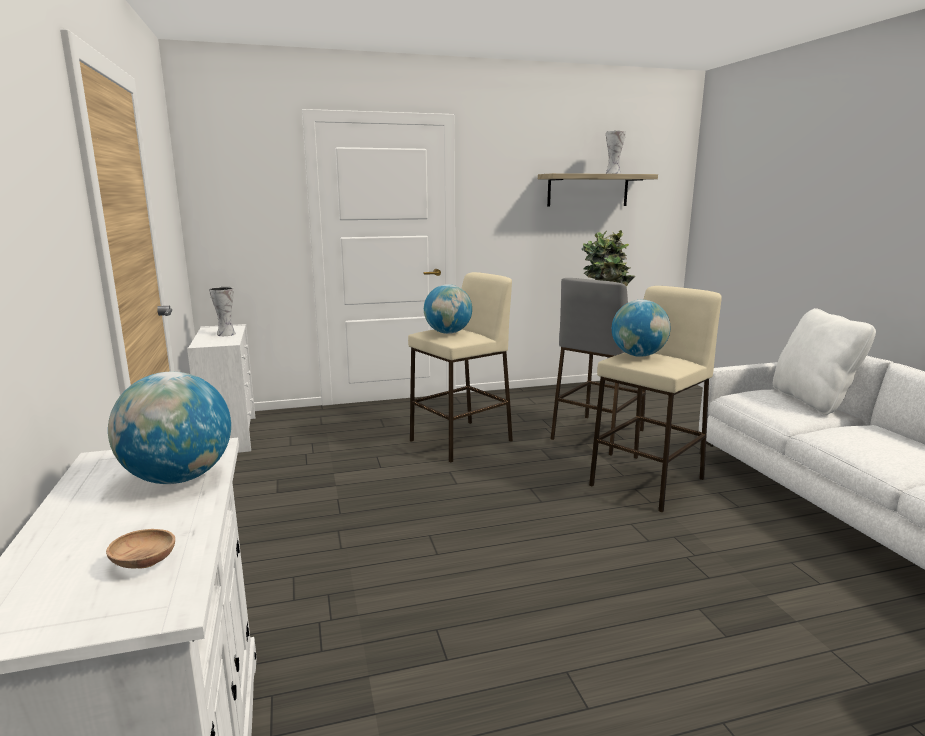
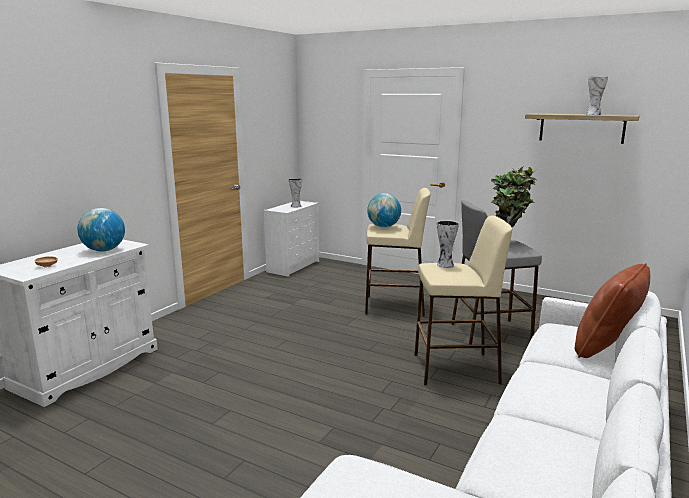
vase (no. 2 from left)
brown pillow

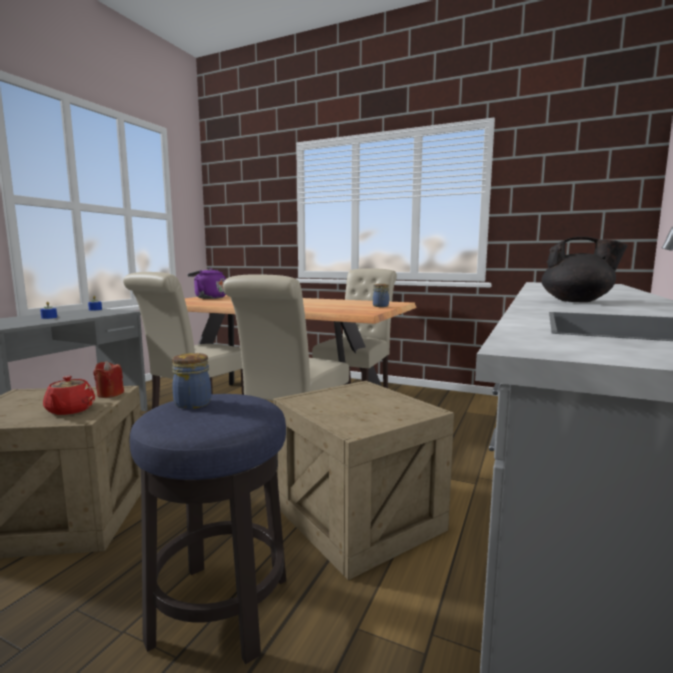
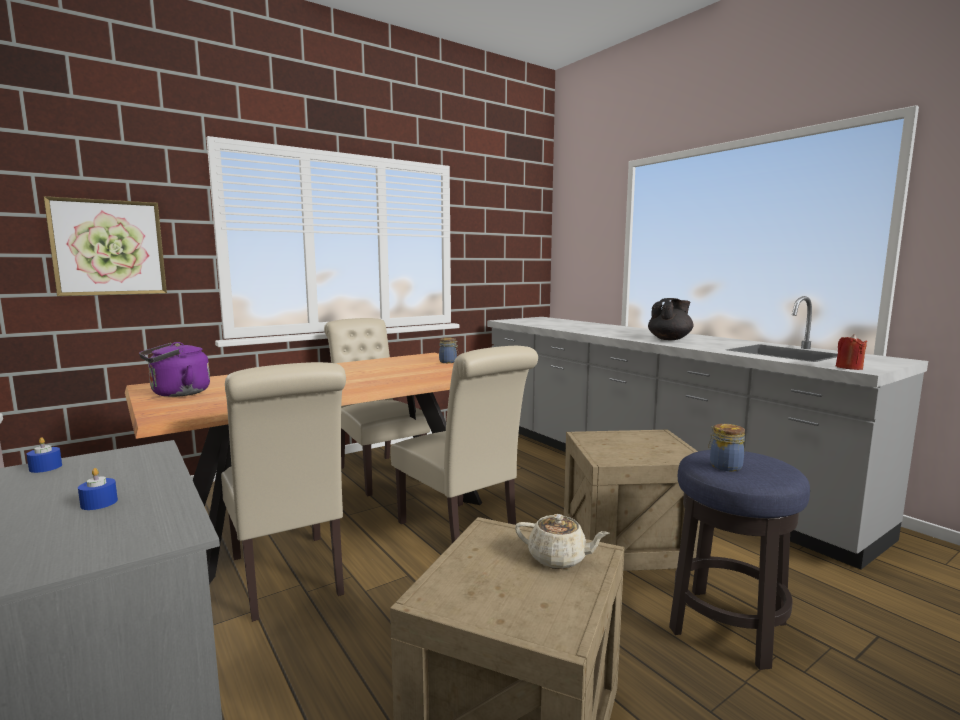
picture
beige teapot
red candle

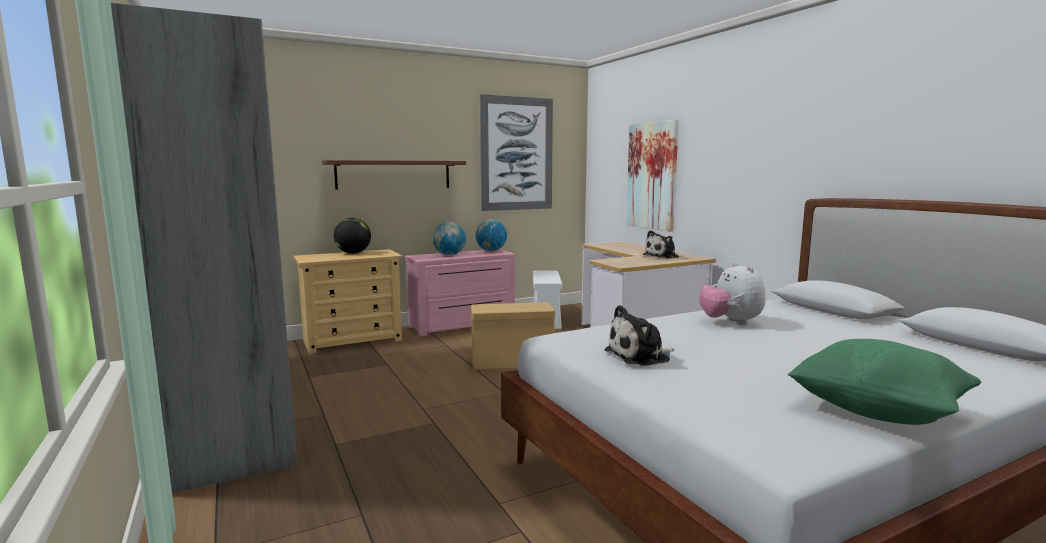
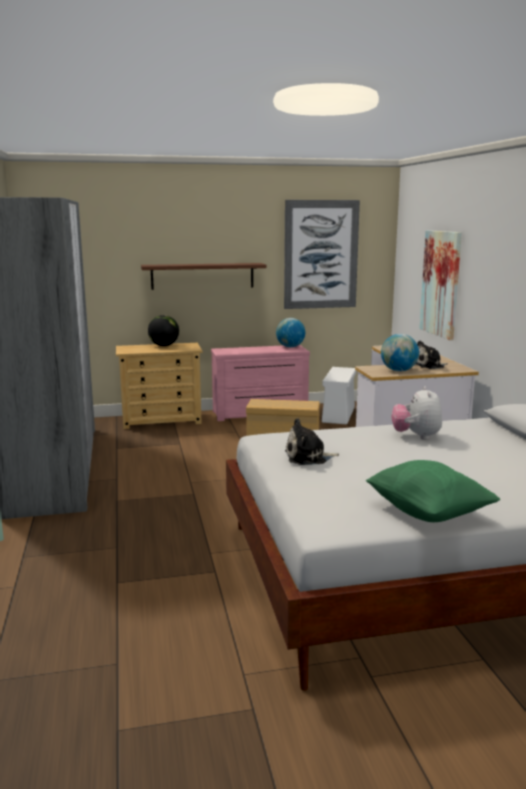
globe (no. 3 from left)

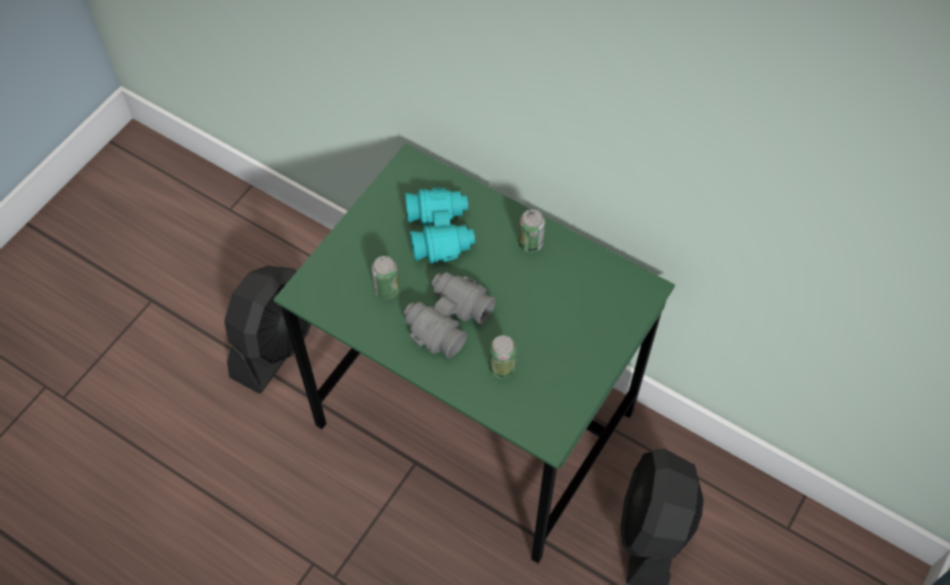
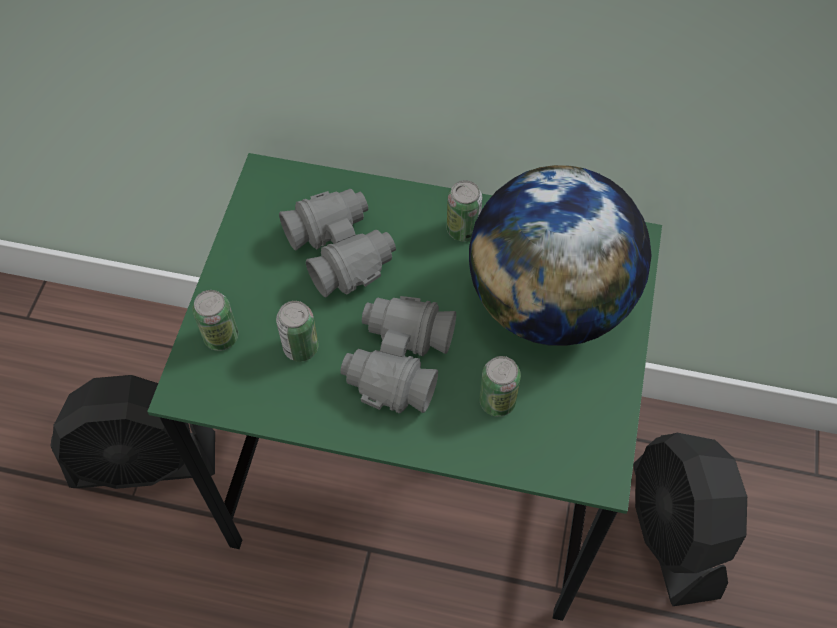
black fan (no. 1 from left)
can (no. 1 from left)
grey binoculars (no. 1 from left)
globe

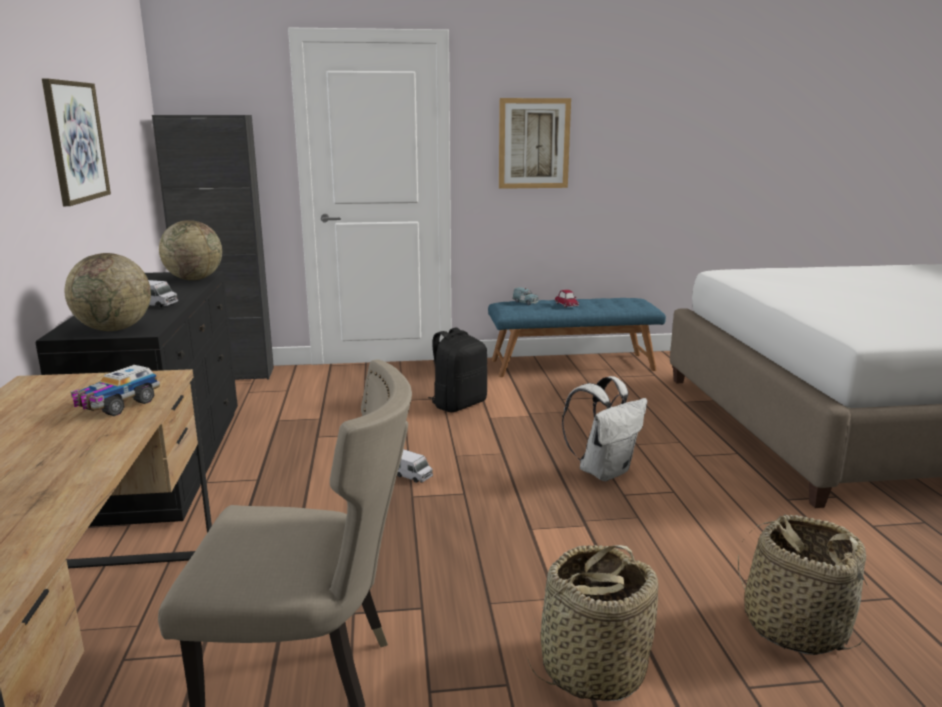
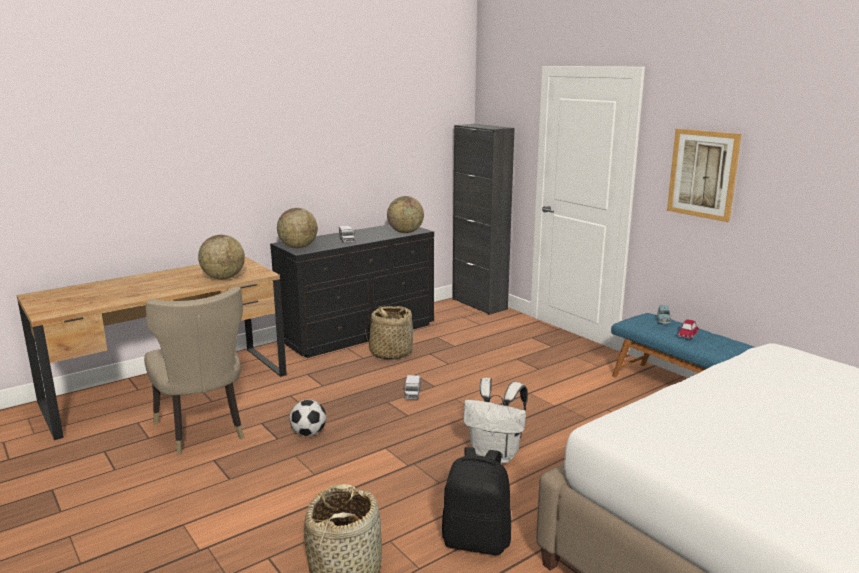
globe (no. 1 from left)
football
basket (no. 2 from left)
black backpack
picture (no. 1 from left in the first image)

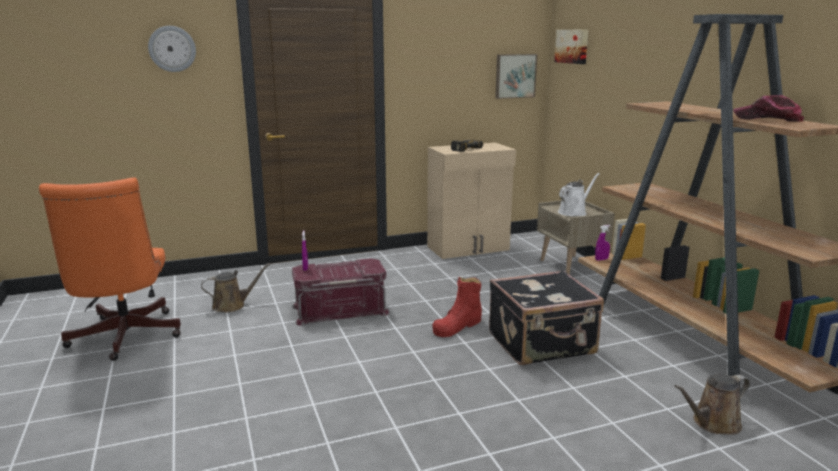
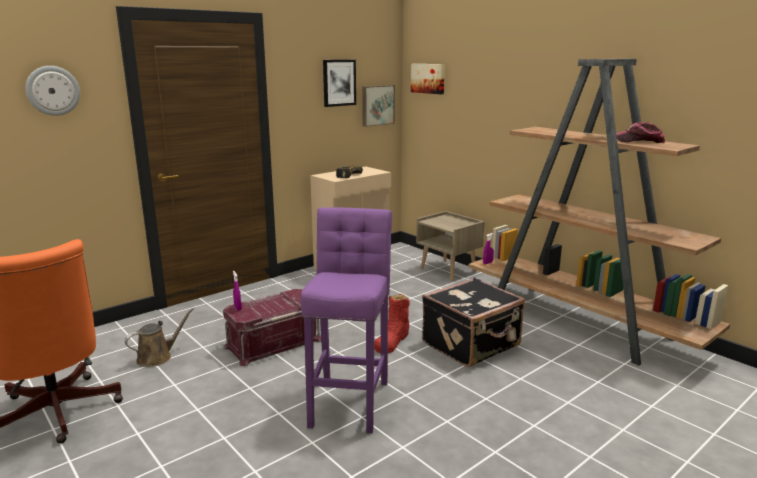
purple stool
picture (no. 1 from left)
white watering can
brown watering can (no. 2 from left in the first image)

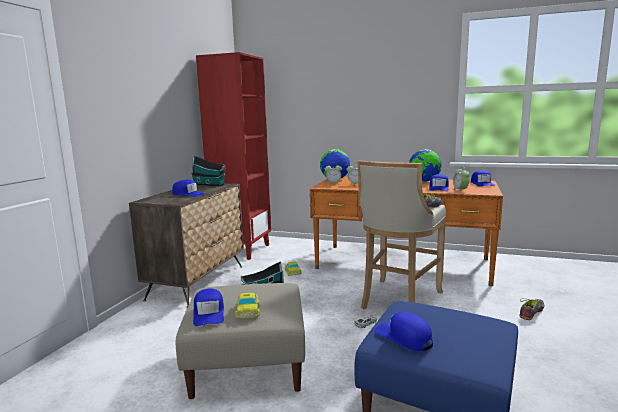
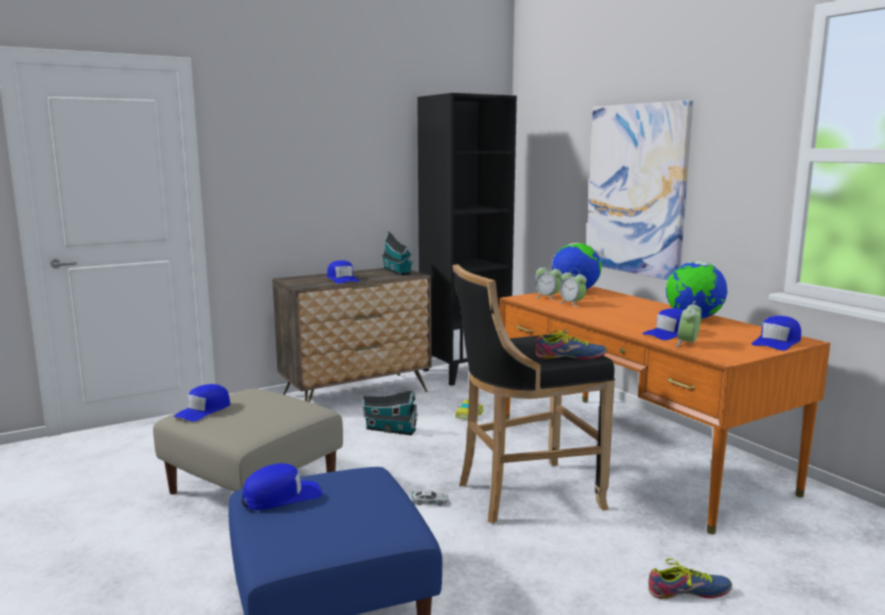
blue cap (no. 2 from left)
black bookcase
black stool
picture
toy car (no. 1 from left in the first image)

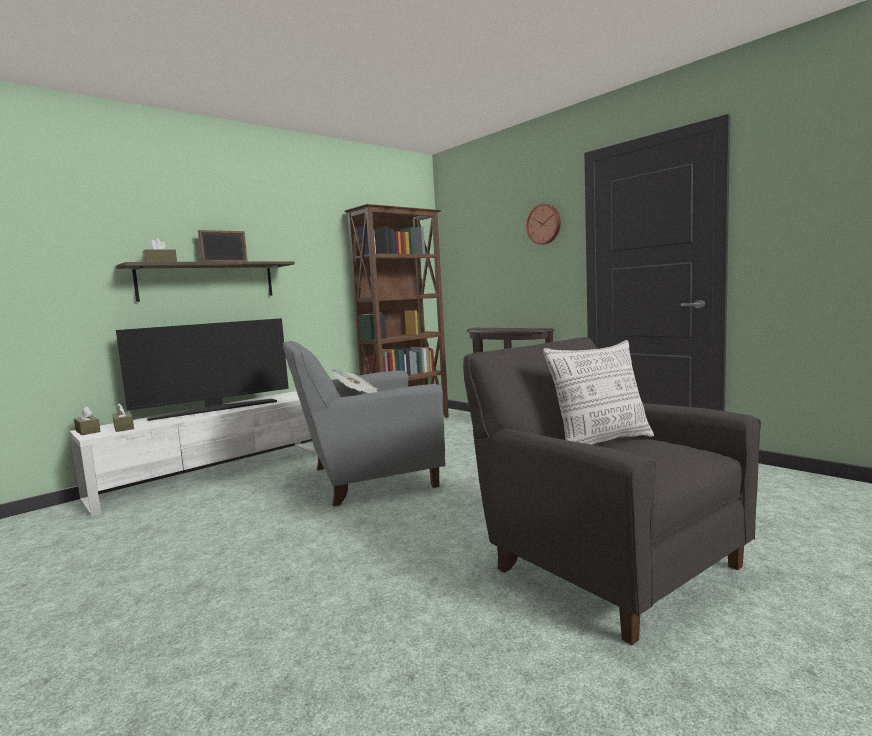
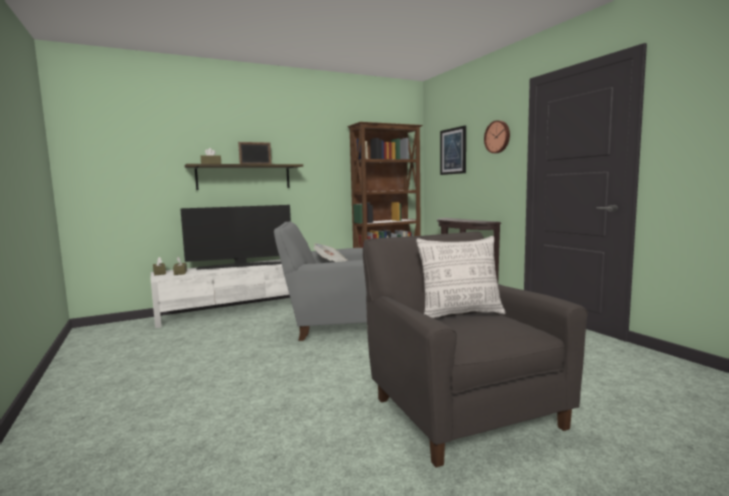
picture

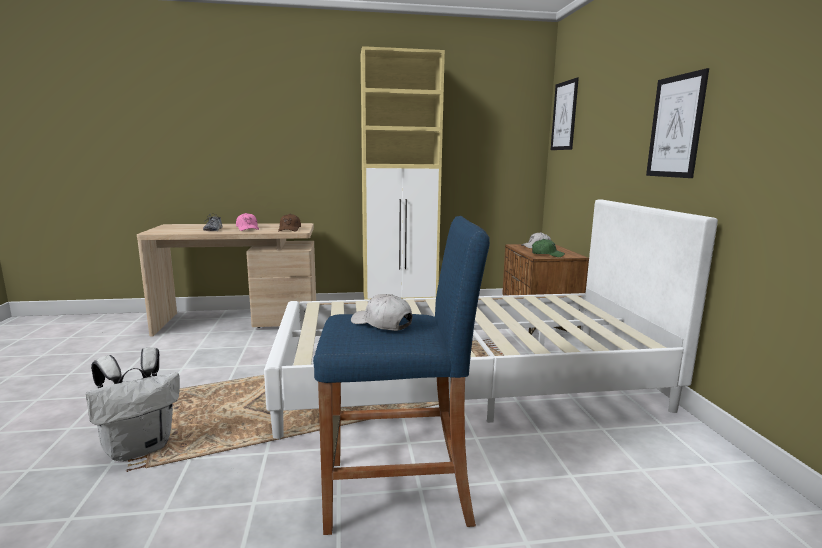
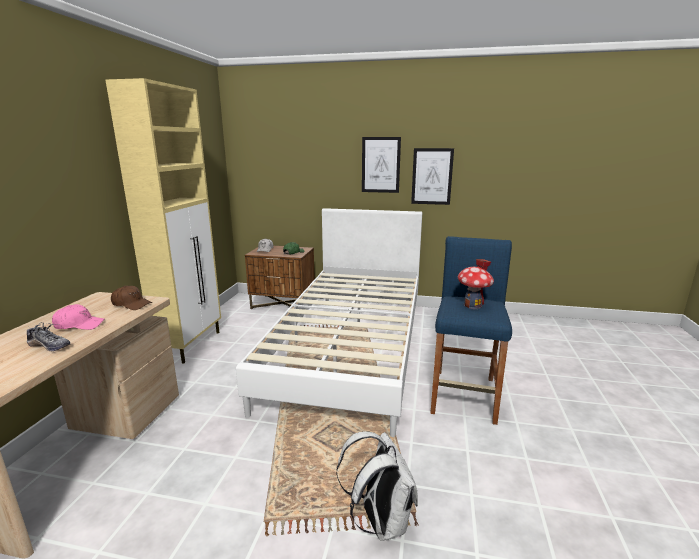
picture (no. 2 from left)
toy house

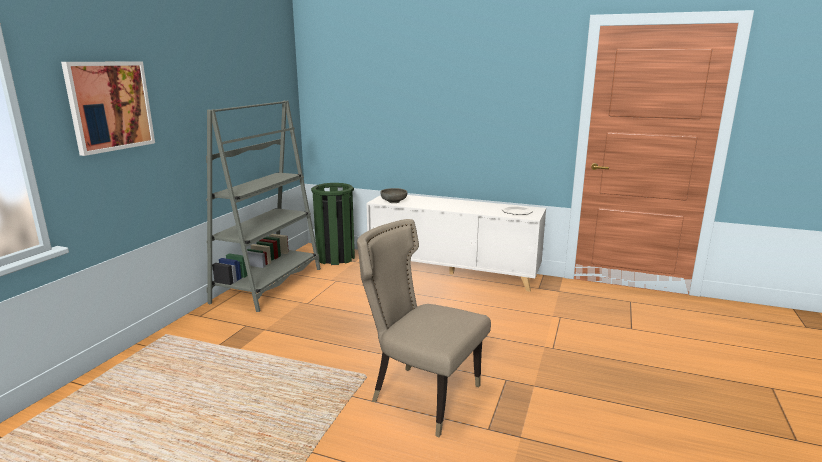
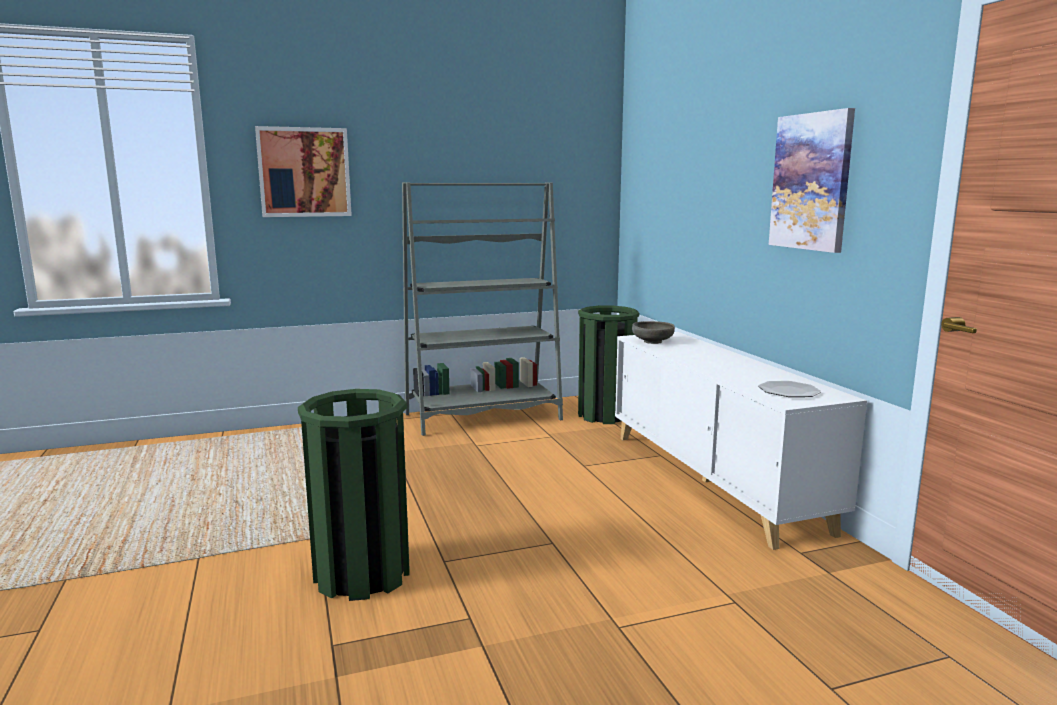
green trash can (no. 1 from left)
picture (no. 2 from left)

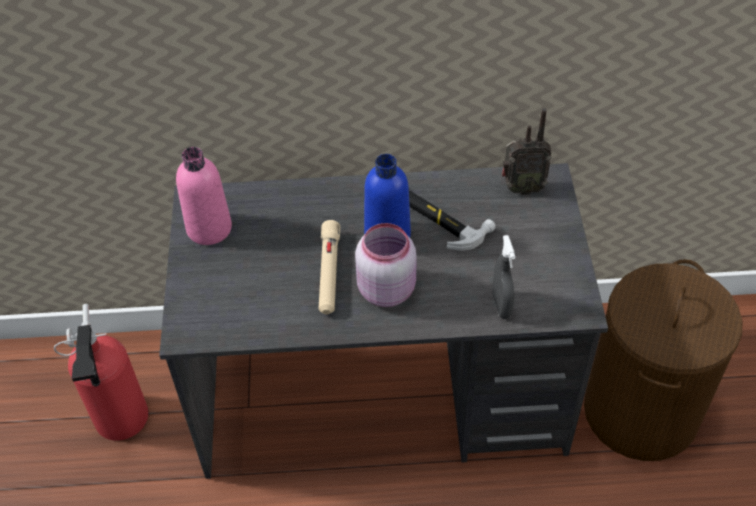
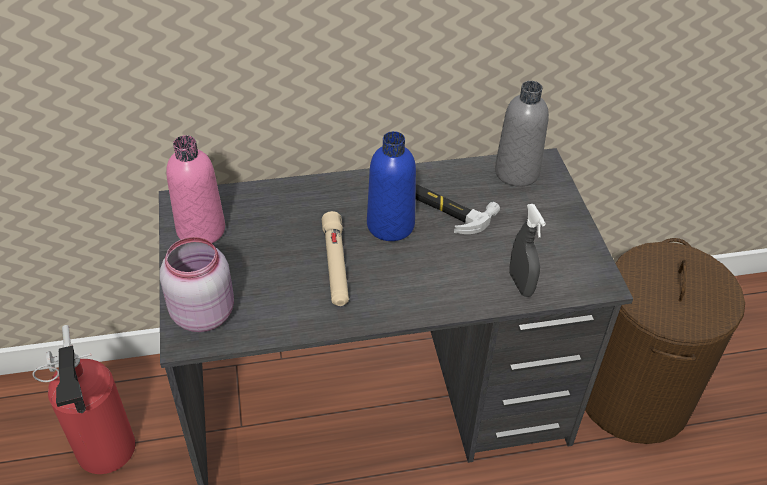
pink jar
grey bottle

